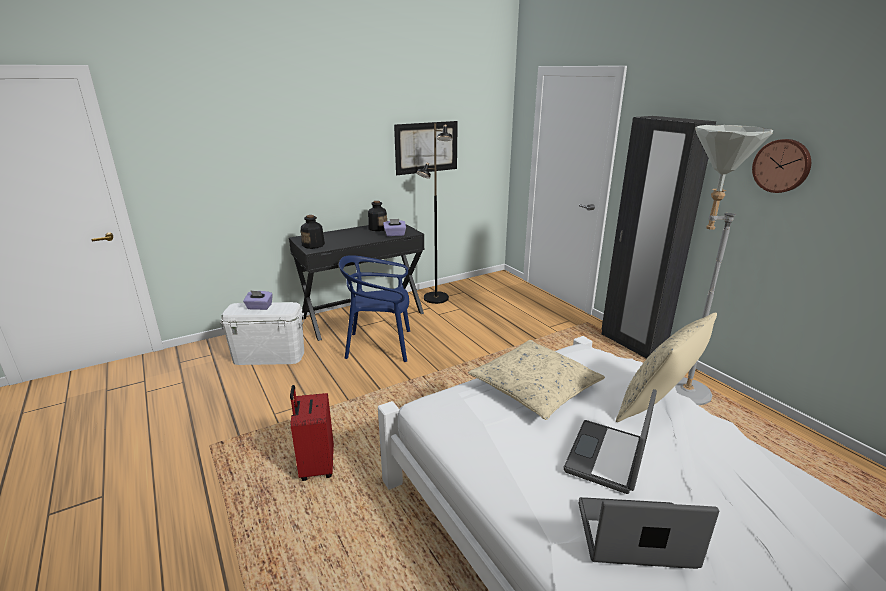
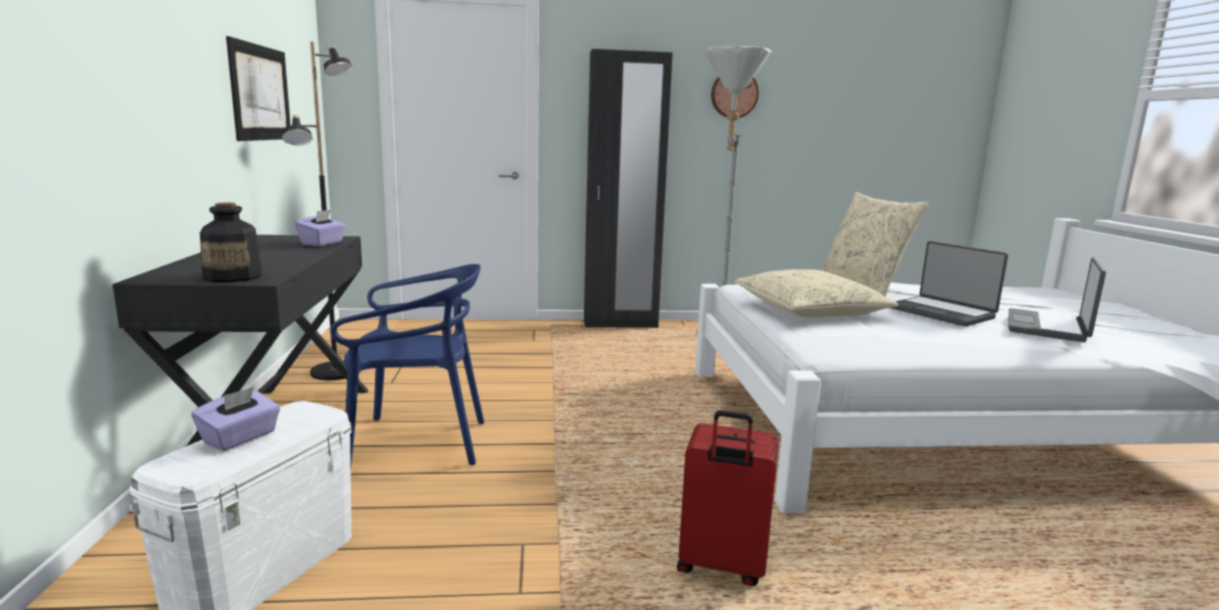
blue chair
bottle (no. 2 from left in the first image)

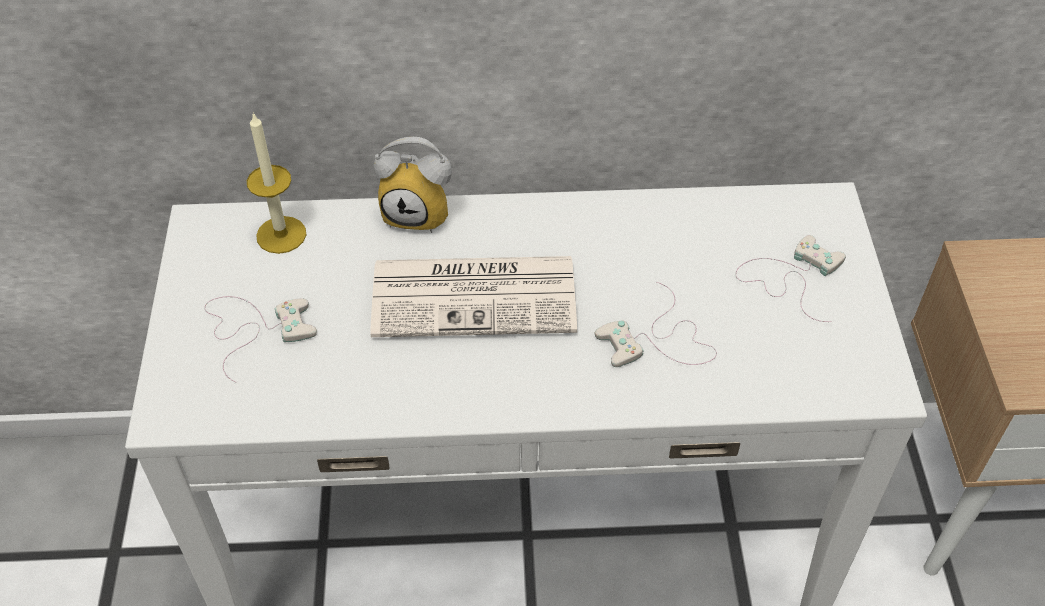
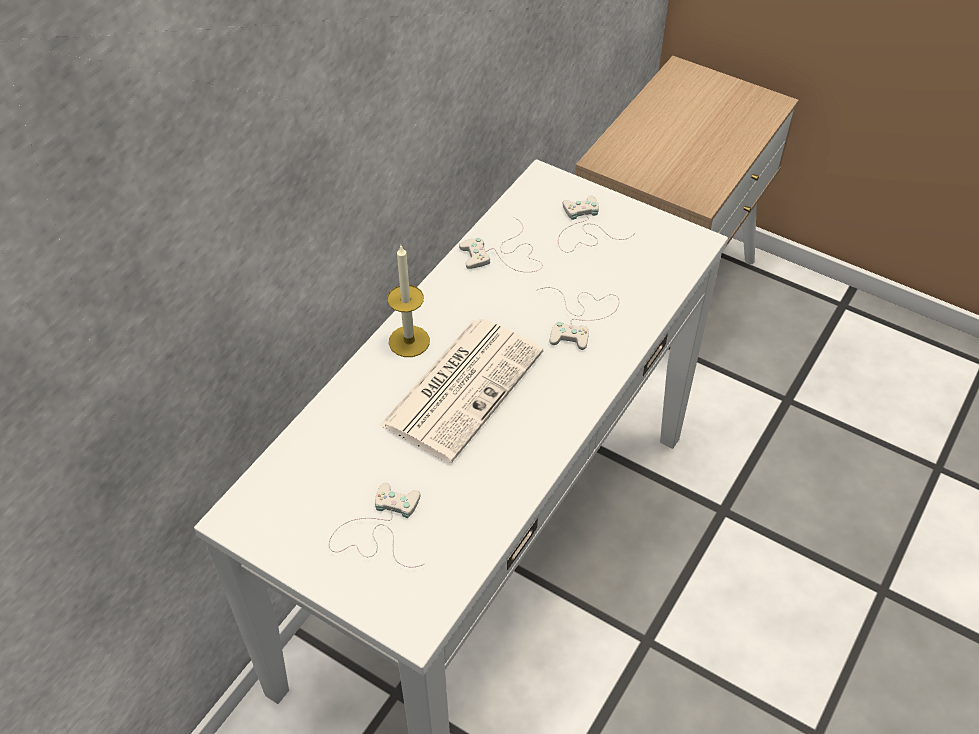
candle
white game controller (no. 2 from left)
alarm clock

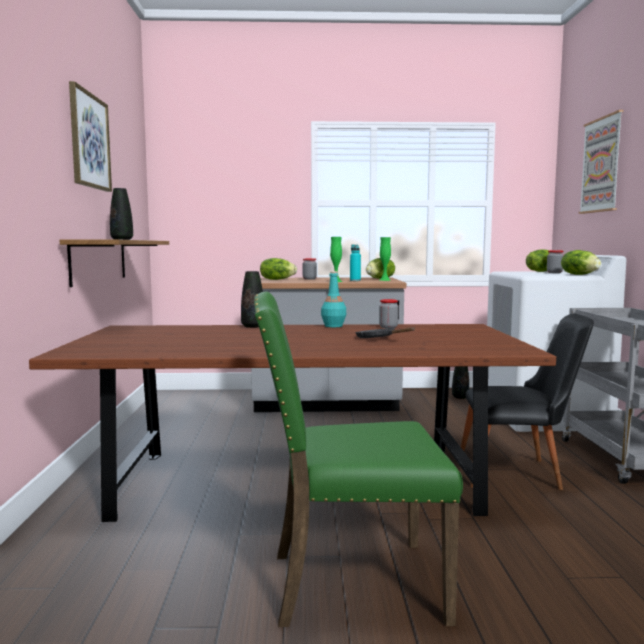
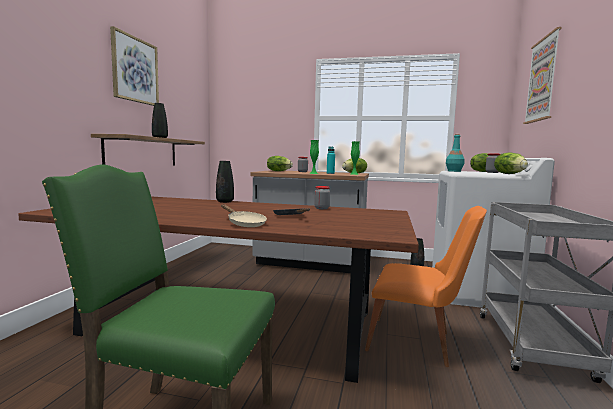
beige frying pan
orange chair
turquoise bottle (no. 2 from left)

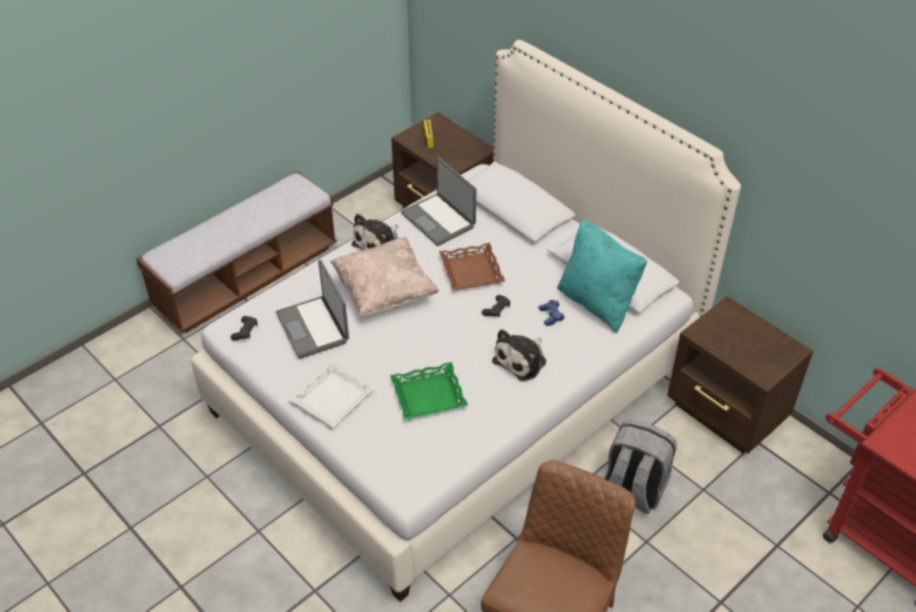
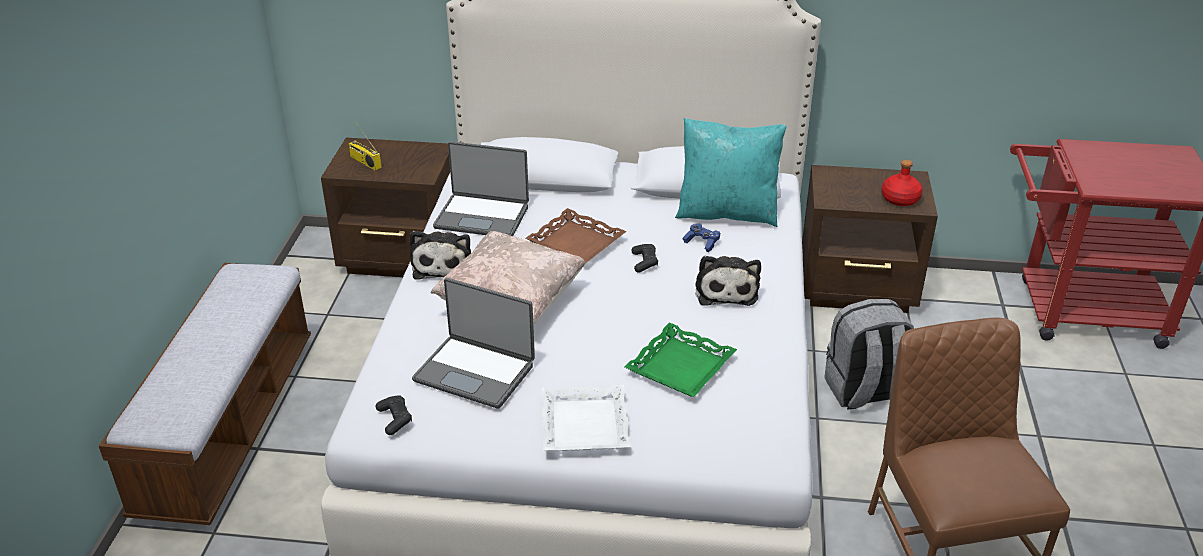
red bottle

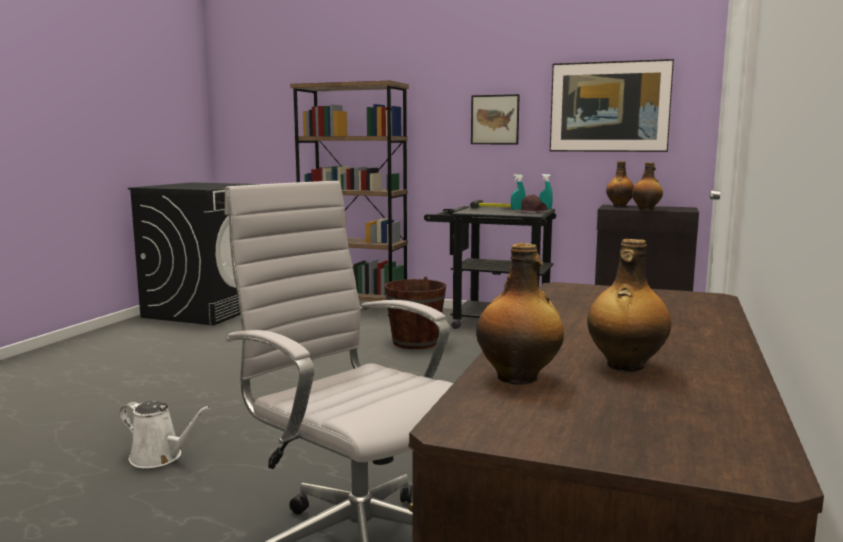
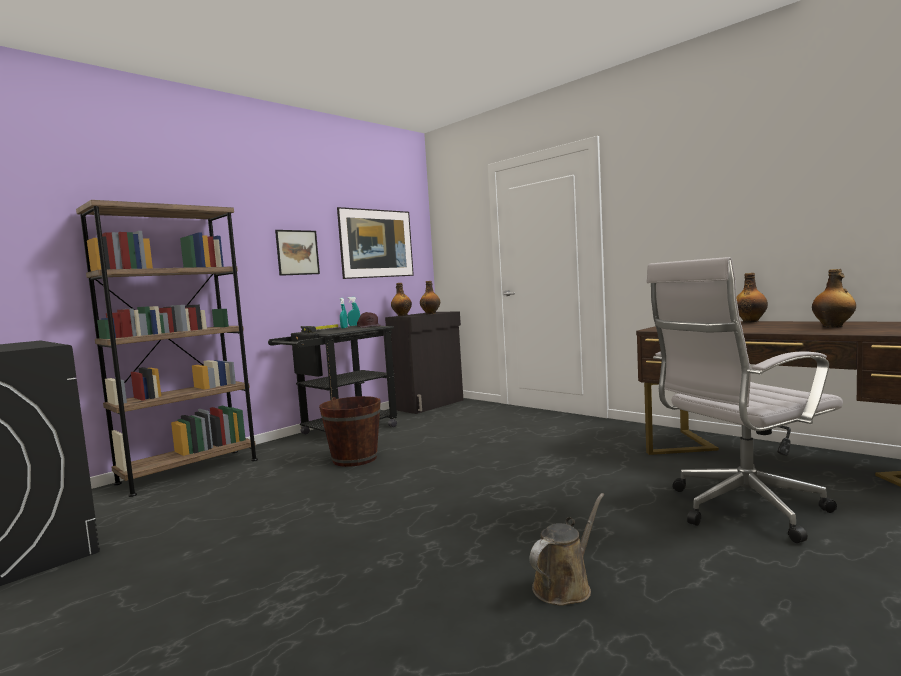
brown watering can
bottle (no. 3 from left)

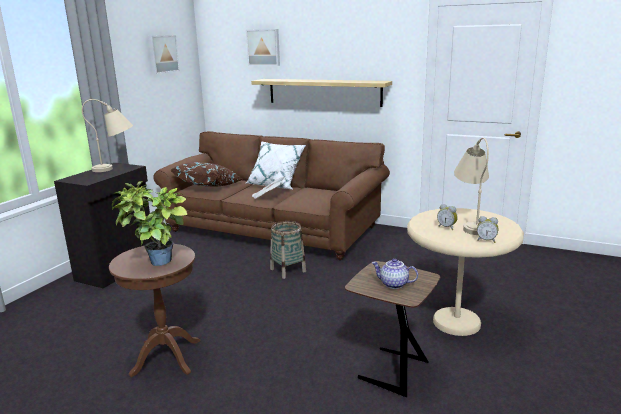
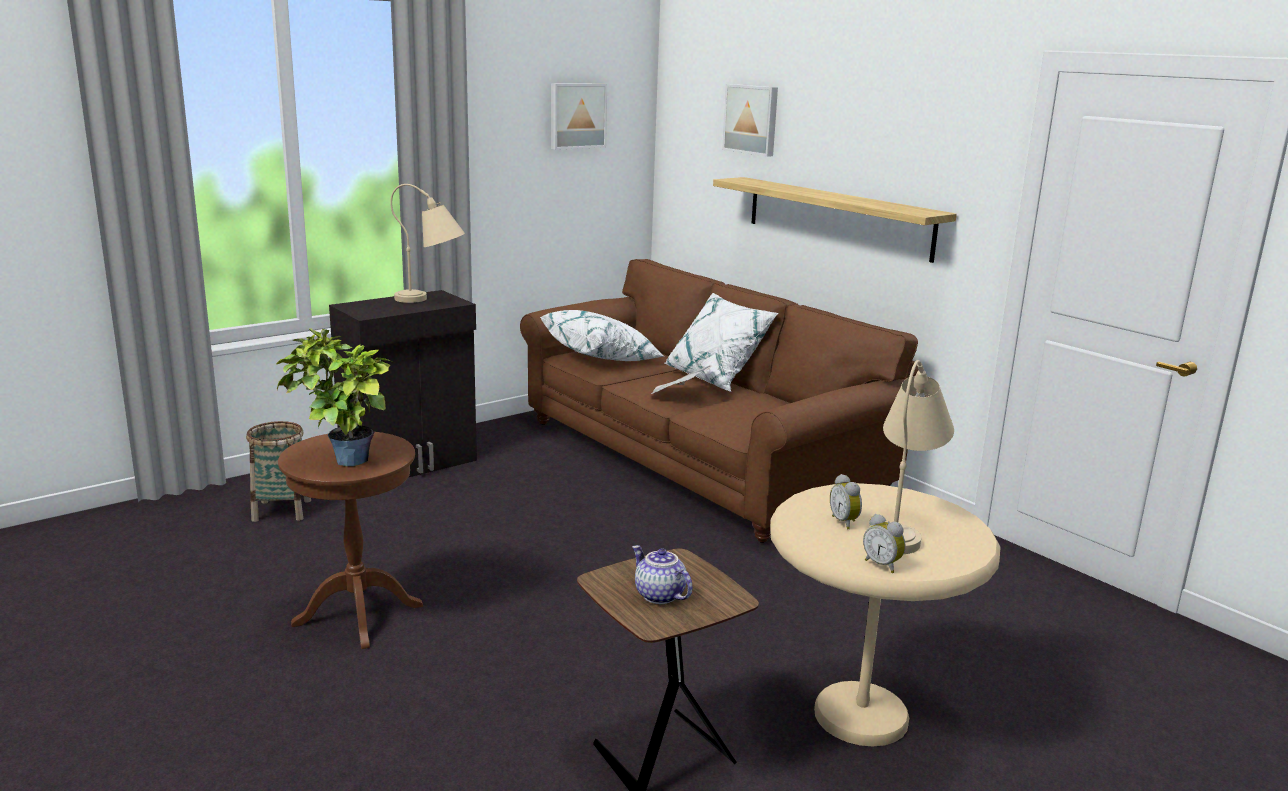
basket
white pillow (no. 1 from left)

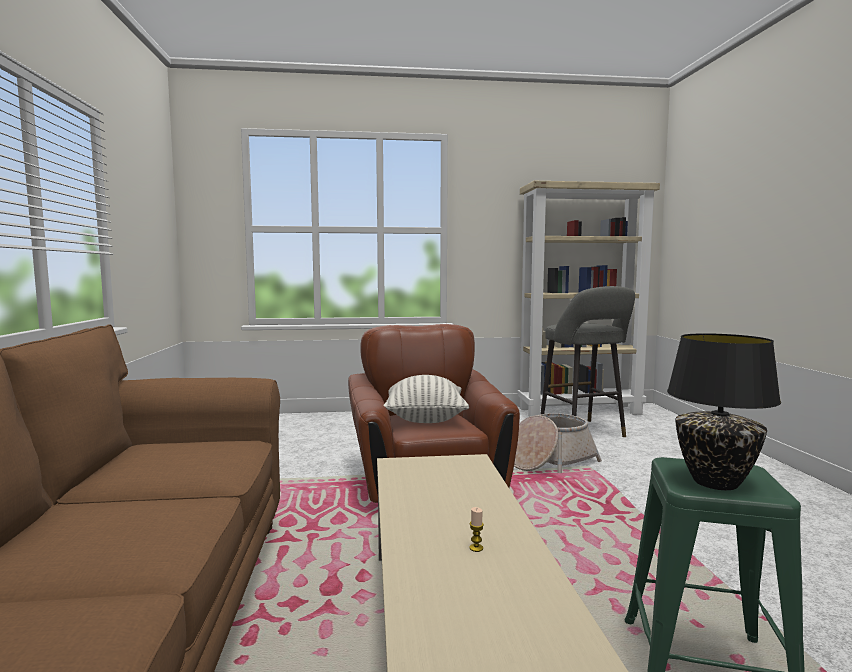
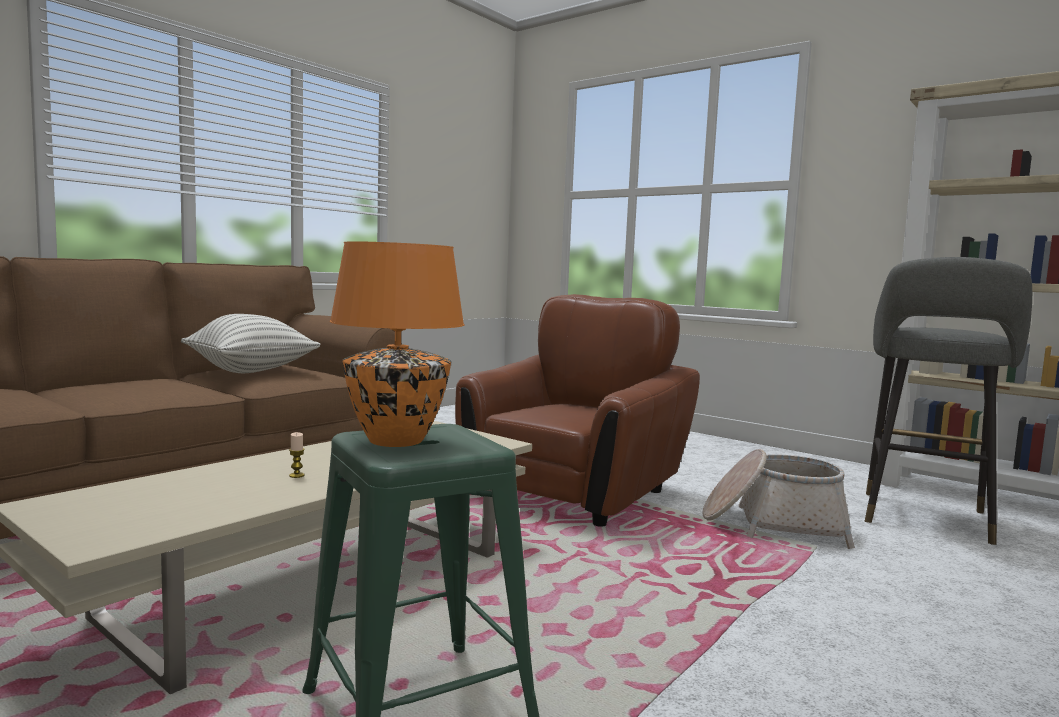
pillow
orange table lamp

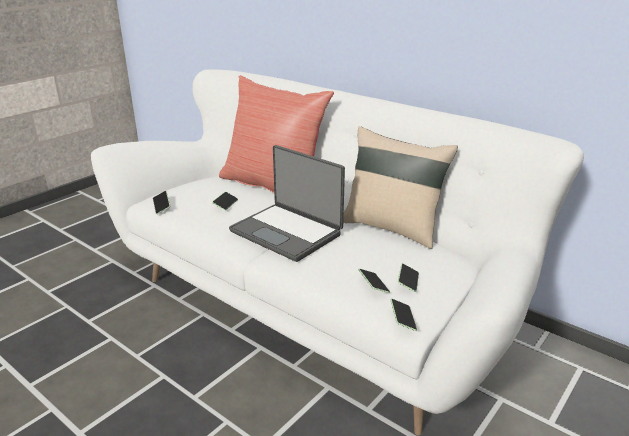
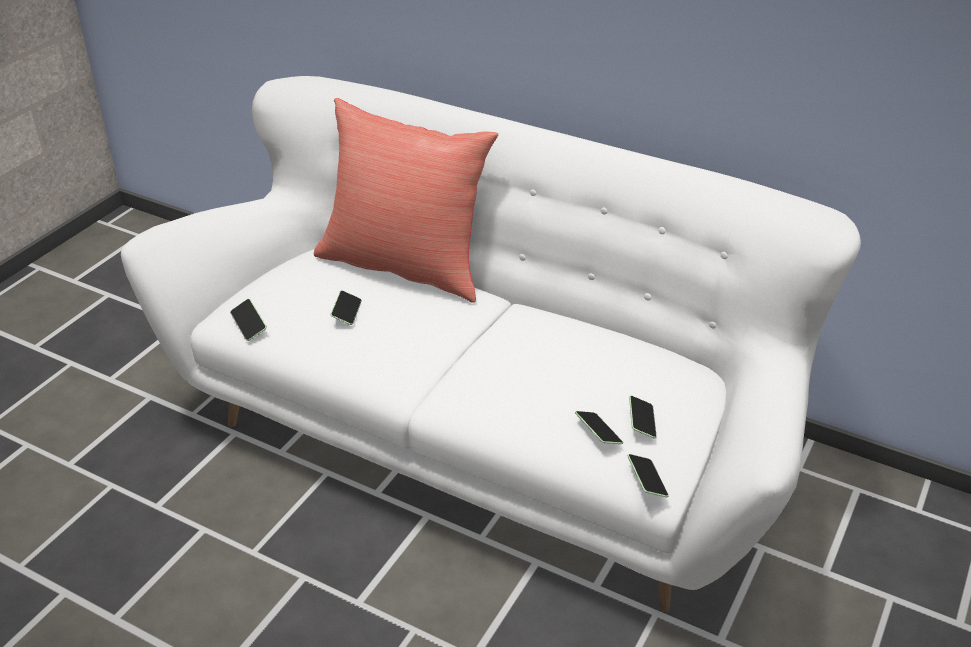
laptop
beige pillow

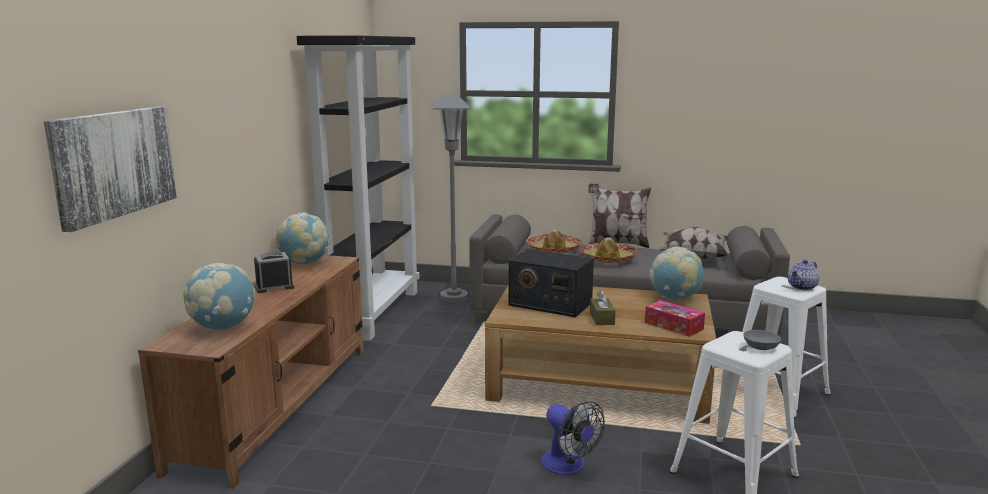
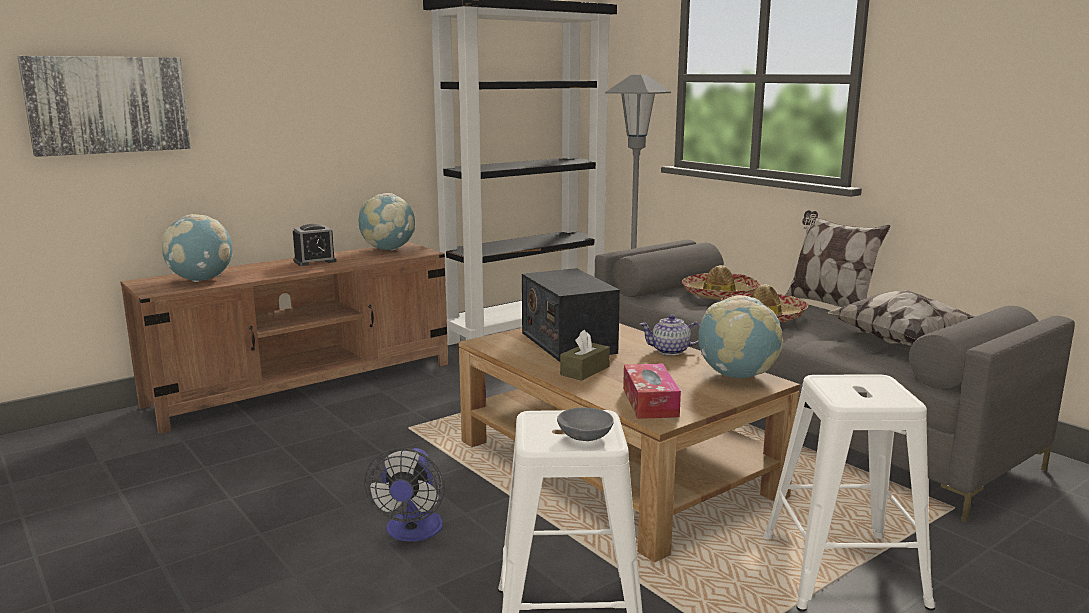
alarm clock
teapot

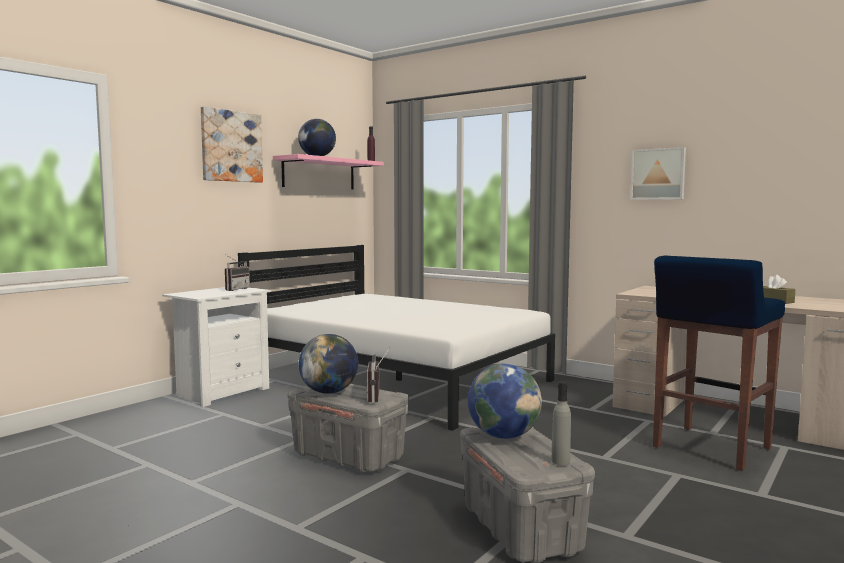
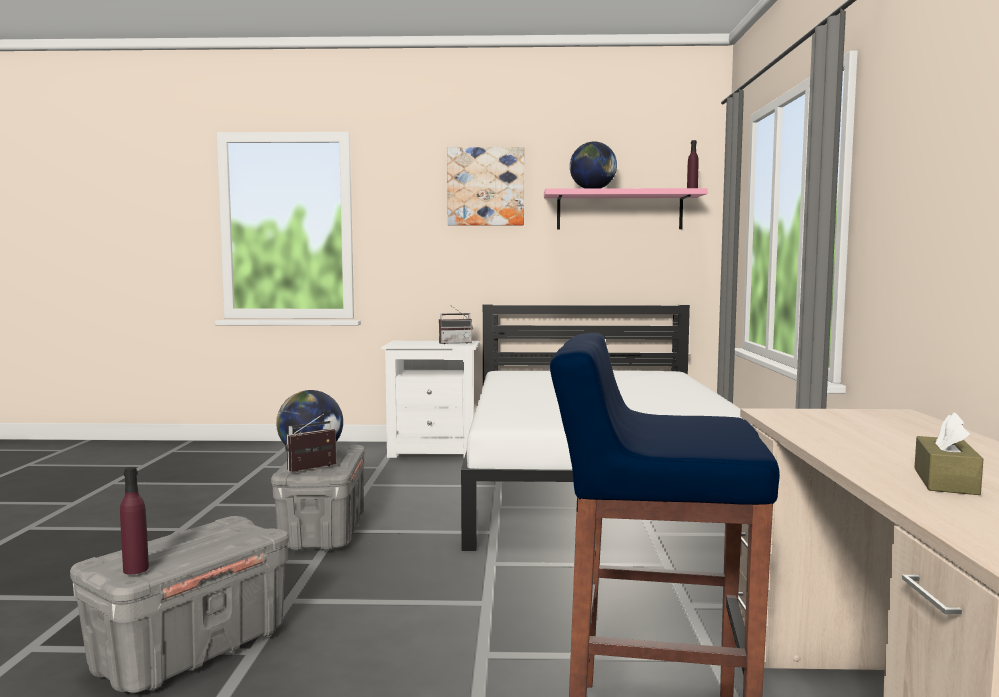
purple bottle (no. 1 from left)
globe (no. 3 from left in the first image)
picture (no. 2 from left in the first image)

